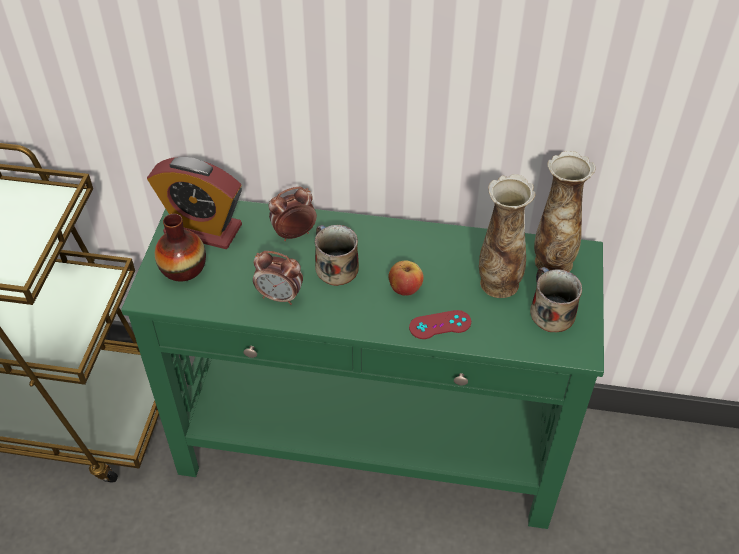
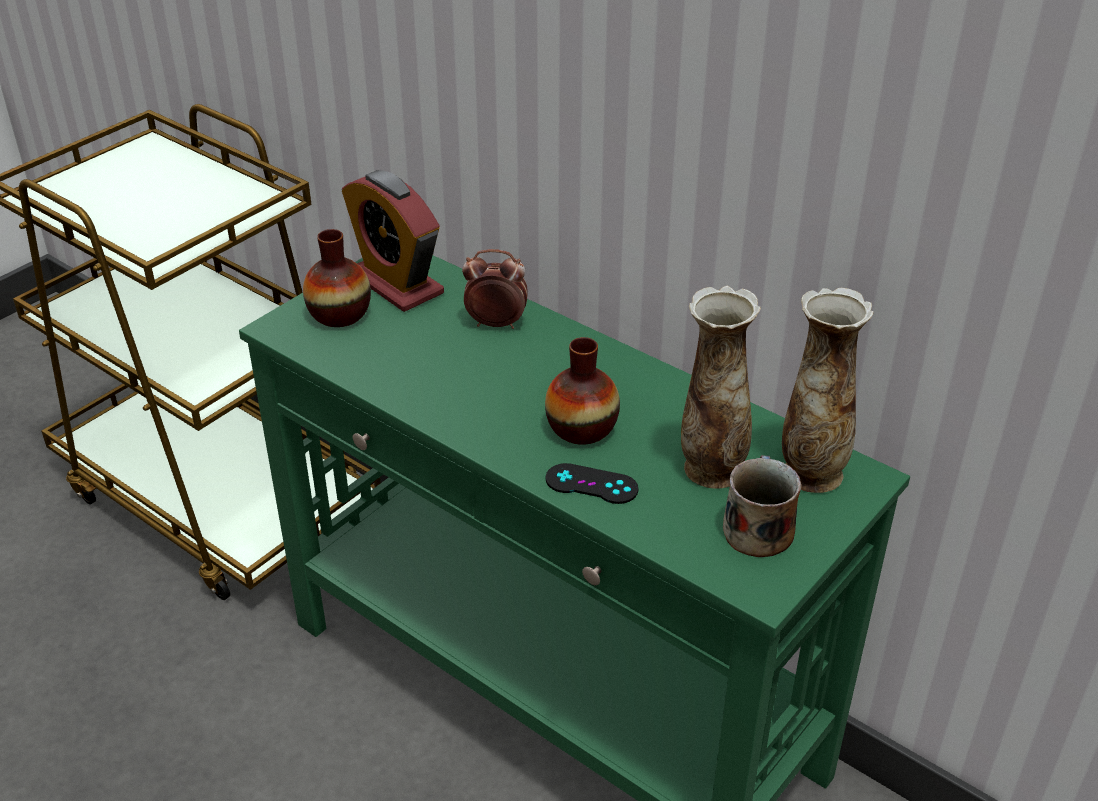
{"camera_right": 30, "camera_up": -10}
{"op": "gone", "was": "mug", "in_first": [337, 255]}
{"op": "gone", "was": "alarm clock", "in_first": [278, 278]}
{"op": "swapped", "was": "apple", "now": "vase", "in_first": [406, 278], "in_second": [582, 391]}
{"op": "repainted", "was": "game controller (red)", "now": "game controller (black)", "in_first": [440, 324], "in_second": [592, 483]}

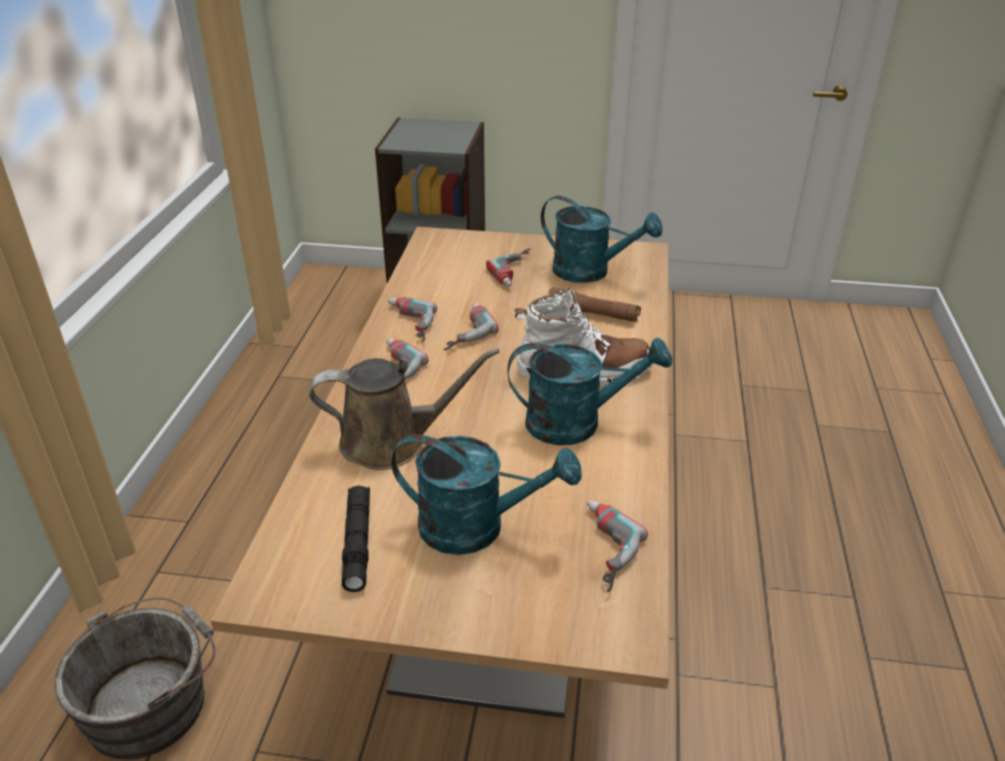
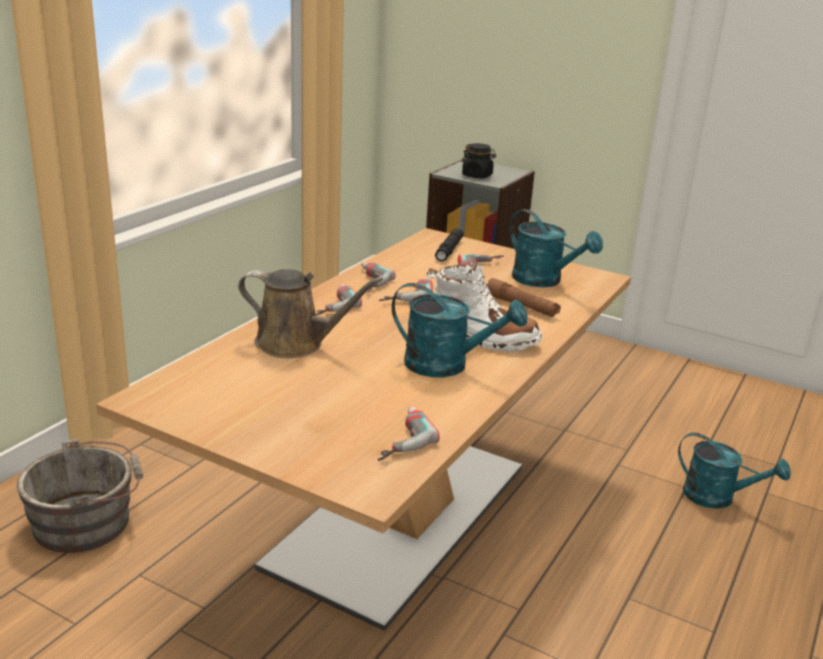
{"camera_right": 20, "camera_up": -10}
{"op": "shifted", "was": "watering can (turquoise)", "in_first": [486, 494], "in_second": [734, 471]}
{"op": "shifted", "was": "flashlight (black)", "in_first": [356, 538], "in_second": [449, 245]}
{"op": "new", "now": "jar (black)", "in_second": [479, 161]}

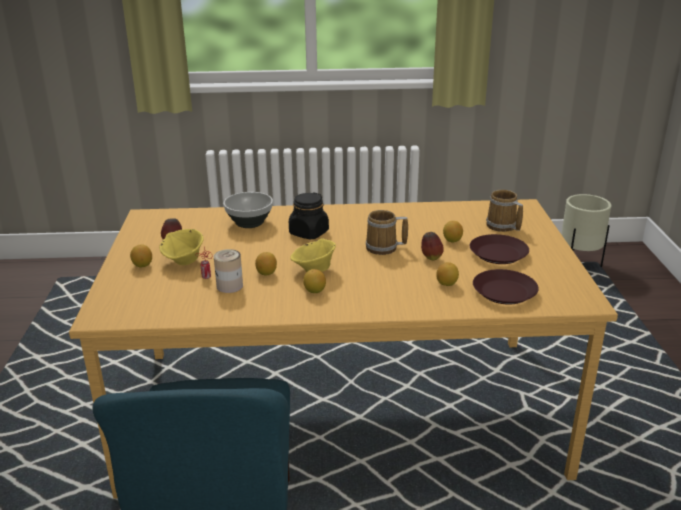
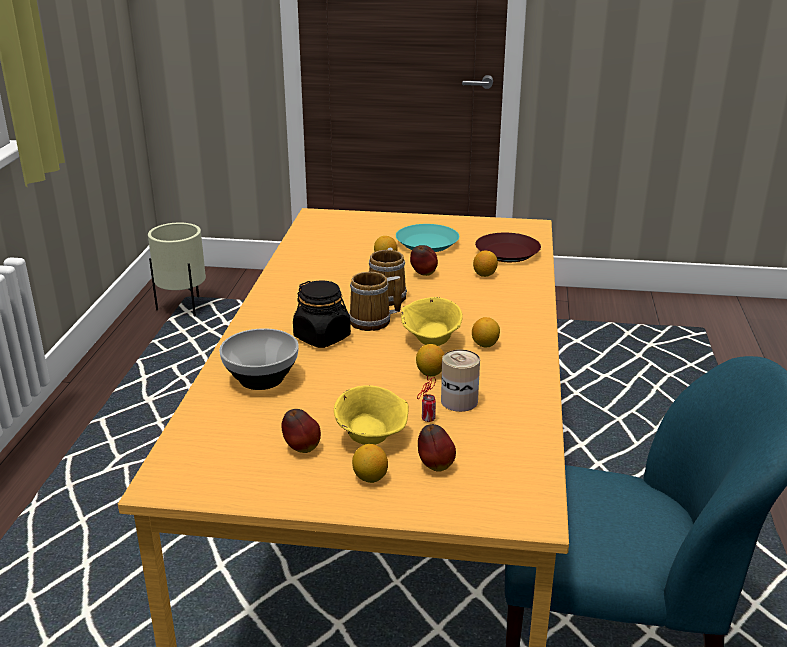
{"camera_right": -80, "camera_up": 0}
{"op": "shifted", "was": "mug", "in_first": [504, 211], "in_second": [375, 301]}
{"op": "repainted", "was": "plate (brown)", "now": "plate (turquoise)", "in_first": [499, 249], "in_second": [427, 238]}
{"op": "new", "now": "apple", "in_second": [437, 448]}

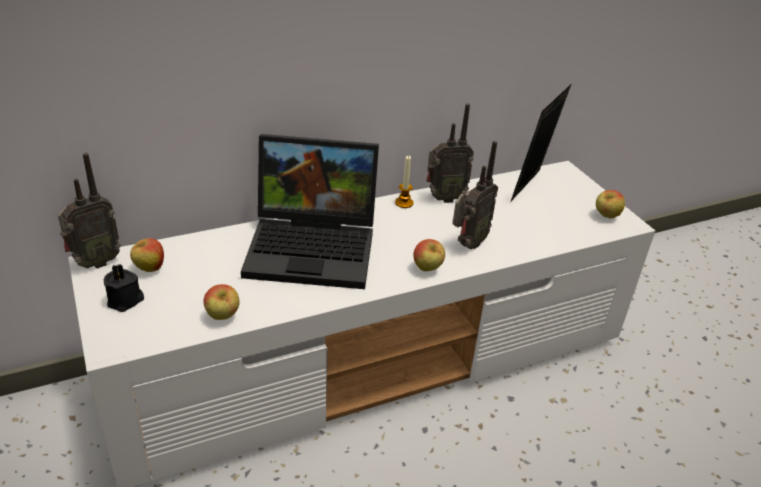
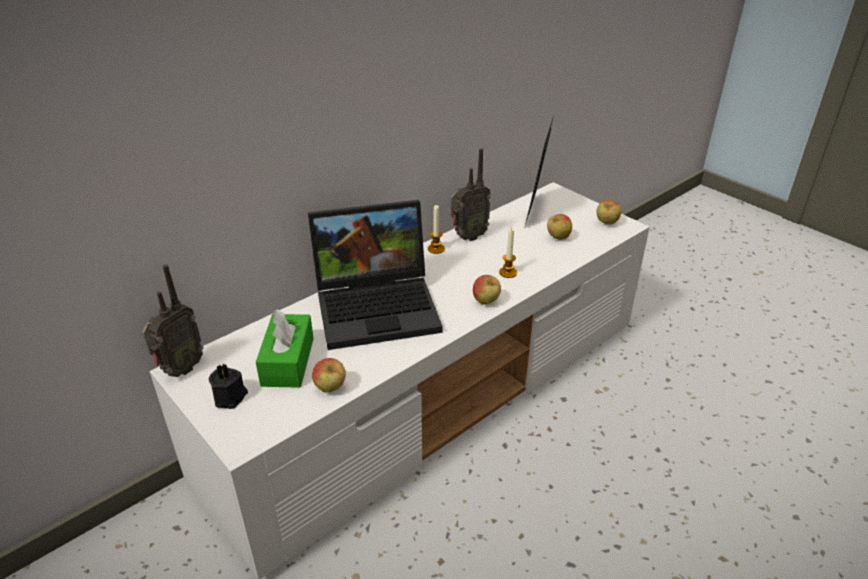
{"camera_right": -15, "camera_up": 0}
{"op": "swapped", "was": "radio", "now": "candle", "in_first": [475, 195], "in_second": [508, 252]}
{"op": "shifted", "was": "apple", "in_first": [147, 255], "in_second": [559, 227]}
{"op": "new", "now": "tissue box (green)", "in_second": [285, 348]}

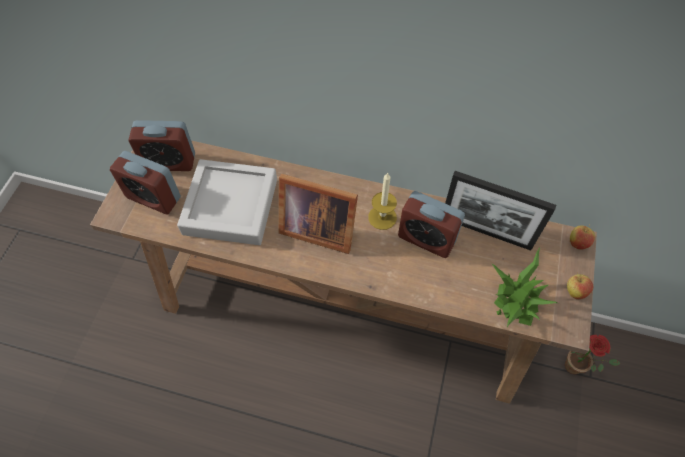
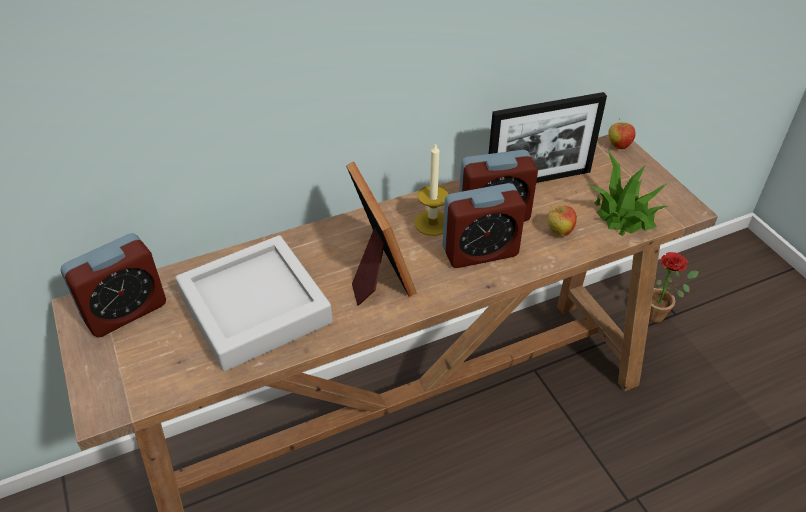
{"camera_right": -40, "camera_up": -15}
{"op": "shifted", "was": "alarm clock", "in_first": [145, 183], "in_second": [484, 225]}
{"op": "rotated", "was": "picture frame", "in_first": [318, 214], "in_second": [381, 234], "clockwise": -90}
{"op": "shifted", "was": "apple", "in_first": [580, 286], "in_second": [562, 220]}

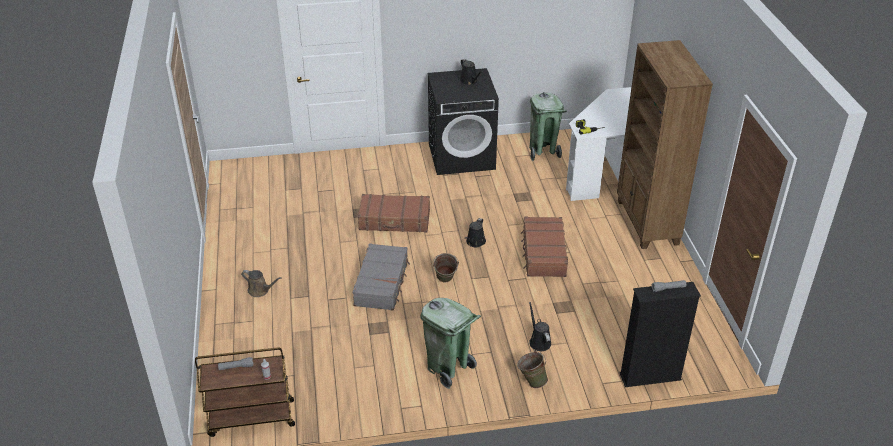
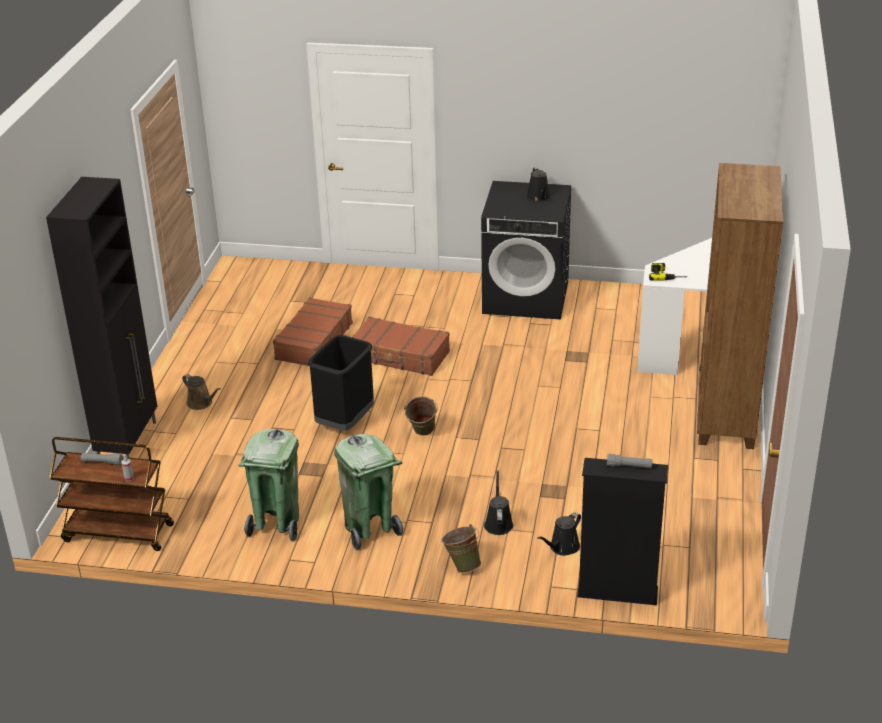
{"camera_right": 20, "camera_up": -5}
{"op": "shifted", "was": "trash can (green)", "in_first": [548, 126], "in_second": [268, 485]}
{"op": "shifted", "was": "suitcase (brown)", "in_first": [544, 247], "in_second": [313, 331]}
{"op": "shifted", "was": "watering can (black)", "in_first": [475, 232], "in_second": [559, 534]}
{"op": "swapped", "was": "suitcase (grey)", "now": "trash can (black)", "in_first": [381, 276], "in_second": [341, 383]}
{"op": "new", "now": "cabinet (black)", "in_second": [101, 317]}

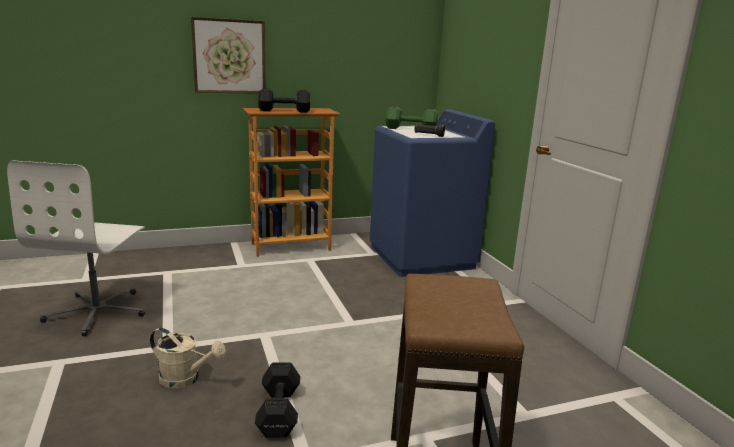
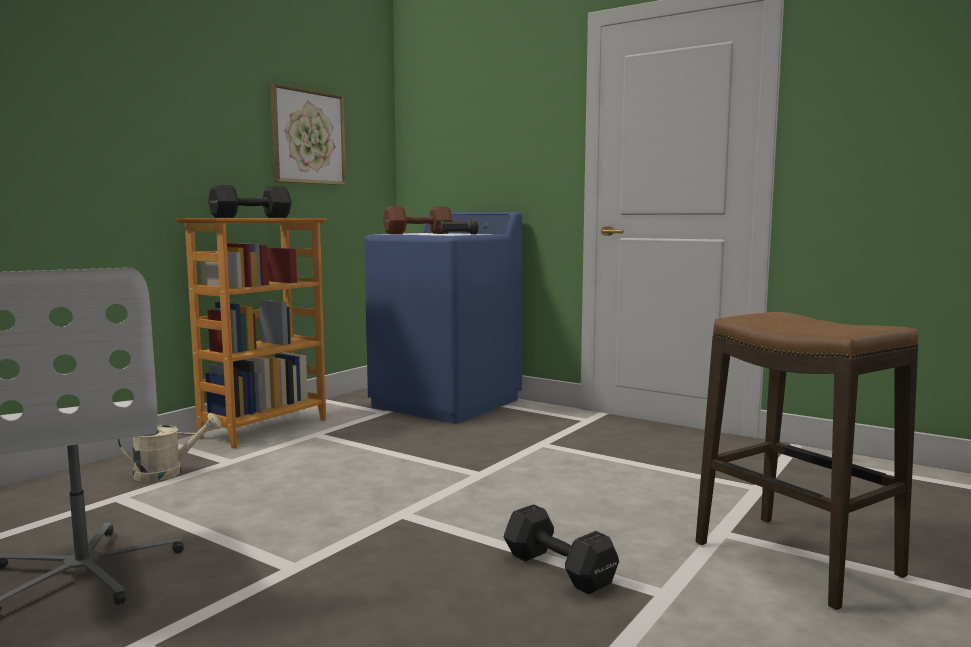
{"camera_right": -35, "camera_up": -10}
{"op": "shifted", "was": "picture", "in_first": [228, 55], "in_second": [308, 134]}
{"op": "repainted", "was": "dumbbell (green)", "now": "dumbbell (brown)", "in_first": [412, 118], "in_second": [418, 220]}
{"op": "shifted", "was": "watering can (beige)", "in_first": [188, 358], "in_second": [169, 447]}

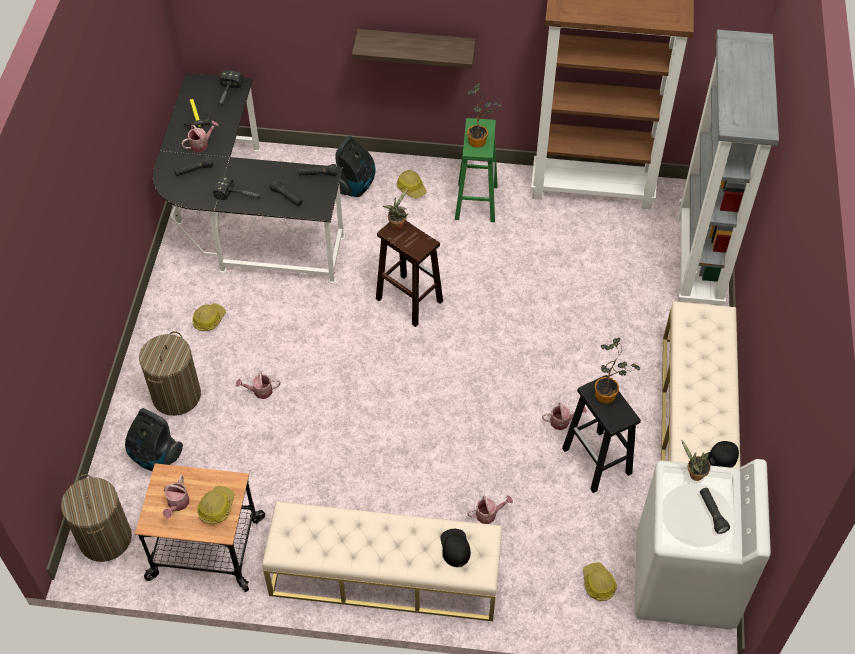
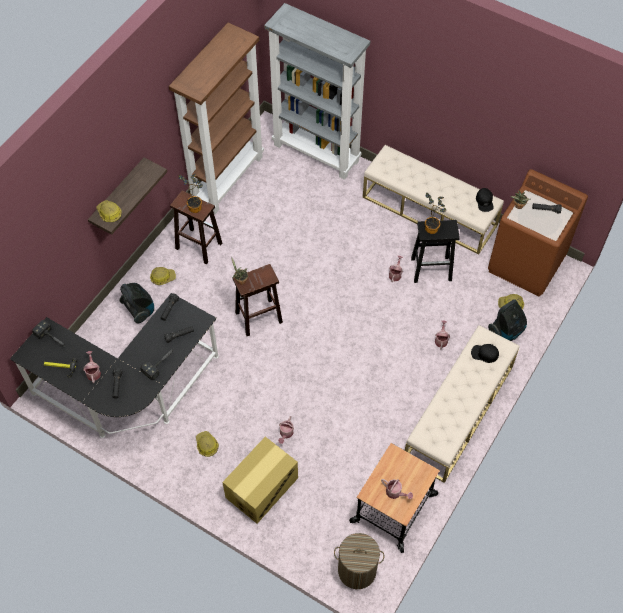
{"camera_right": -65, "camera_up": 5}
{"op": "repainted", "was": "stool (green)", "now": "stool (brown)", "in_first": [476, 170], "in_second": [196, 227]}
{"op": "swapped", "was": "laundry basket", "now": "cardboard box", "in_first": [170, 373], "in_second": [260, 480]}
{"op": "shifted", "was": "vacuum cleaner", "in_first": [154, 439], "in_second": [507, 320]}
{"op": "repainted", "was": "washing machine (white)", "now": "washing machine (brown)", "in_first": [703, 544], "in_second": [538, 232]}
{"op": "shifted", "was": "hard hat", "in_first": [216, 505], "in_second": [109, 211]}

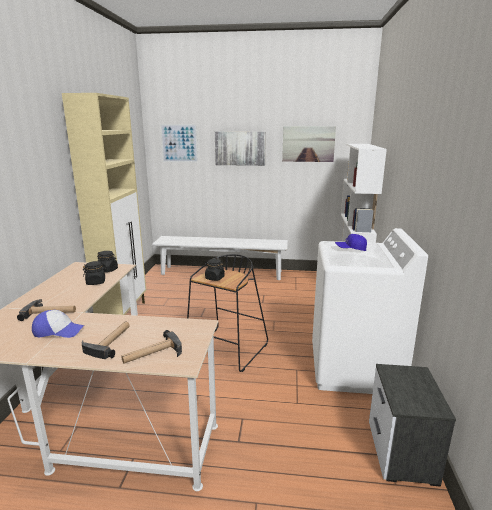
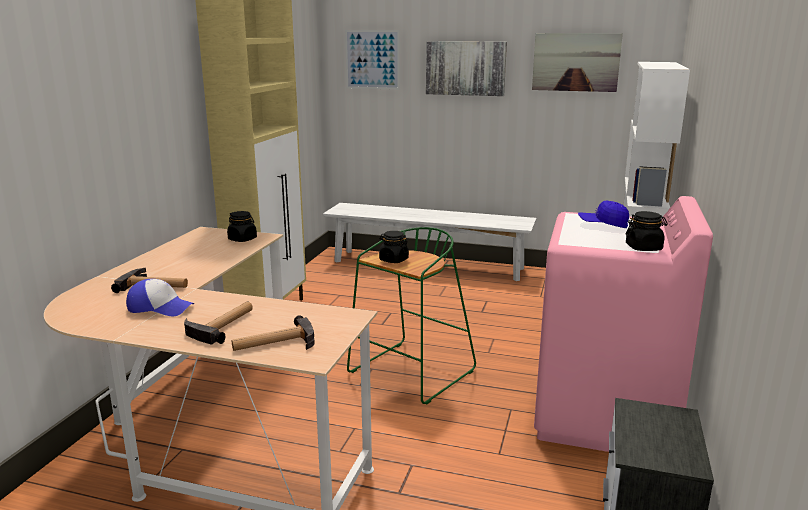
{"camera_right": 10, "camera_up": 0}
{"op": "repainted", "was": "washing machine (white)", "now": "washing machine (pink)", "in_first": [370, 311], "in_second": [623, 324]}
{"op": "repainted", "was": "stool (black)", "now": "stool (green)", "in_first": [227, 313], "in_second": [411, 315]}
{"op": "shifted", "was": "jar (black)", "in_first": [95, 273], "in_second": [647, 231]}

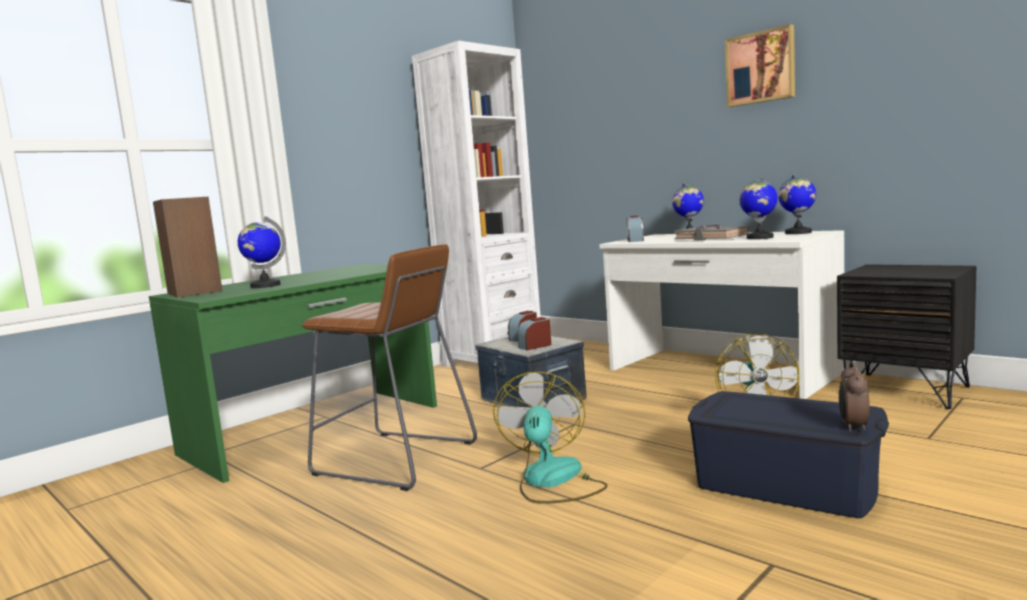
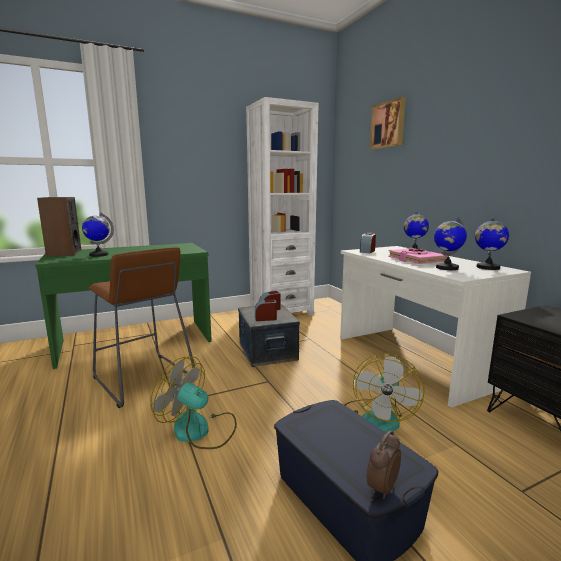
{"camera_right": 20, "camera_up": 5}
{"op": "shifted", "was": "picture", "in_first": [760, 65], "in_second": [388, 123]}
{"op": "repainted", "was": "book (grey)", "now": "book (pink)", "in_first": [712, 232], "in_second": [418, 256]}
{"op": "rotated", "was": "fan", "in_first": [550, 438], "in_second": [193, 402], "clockwise": -90}

